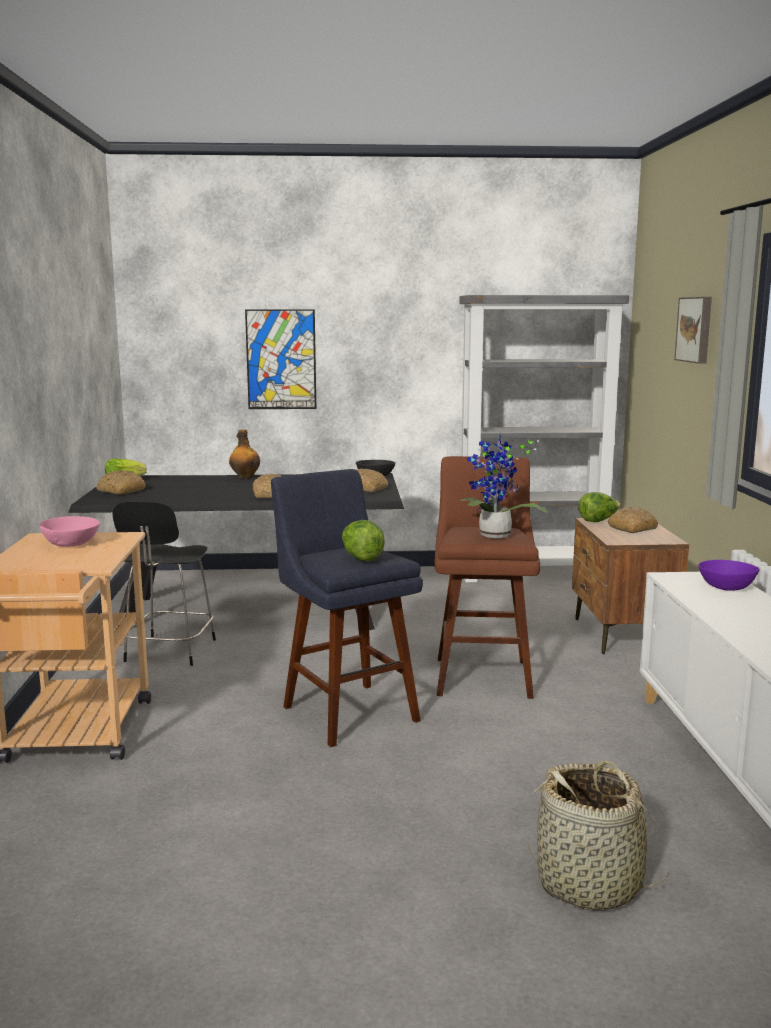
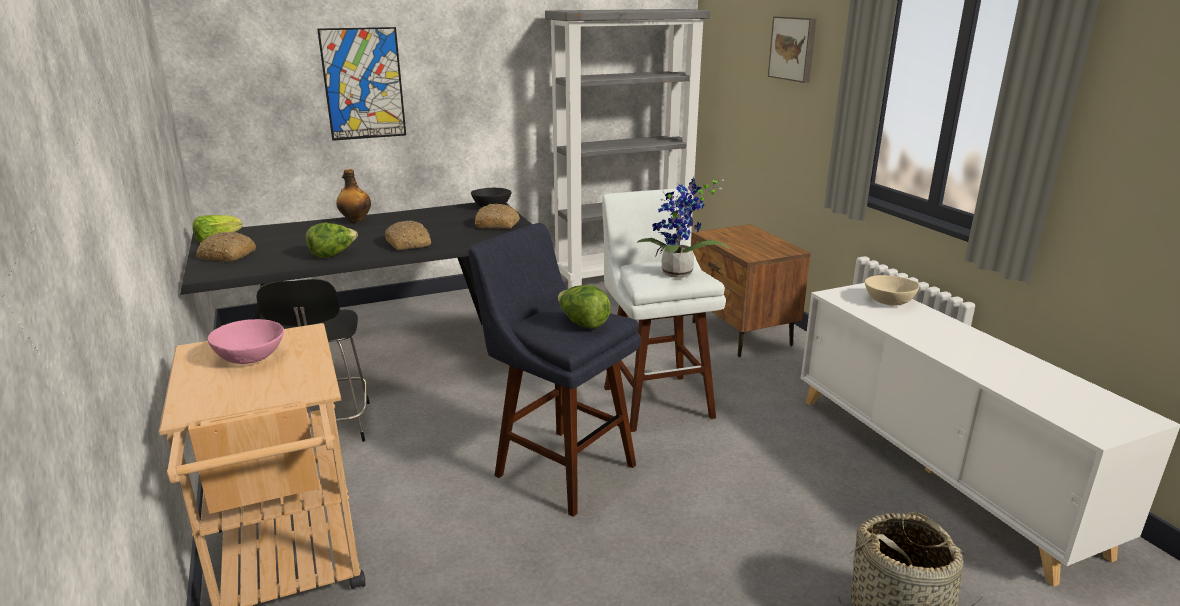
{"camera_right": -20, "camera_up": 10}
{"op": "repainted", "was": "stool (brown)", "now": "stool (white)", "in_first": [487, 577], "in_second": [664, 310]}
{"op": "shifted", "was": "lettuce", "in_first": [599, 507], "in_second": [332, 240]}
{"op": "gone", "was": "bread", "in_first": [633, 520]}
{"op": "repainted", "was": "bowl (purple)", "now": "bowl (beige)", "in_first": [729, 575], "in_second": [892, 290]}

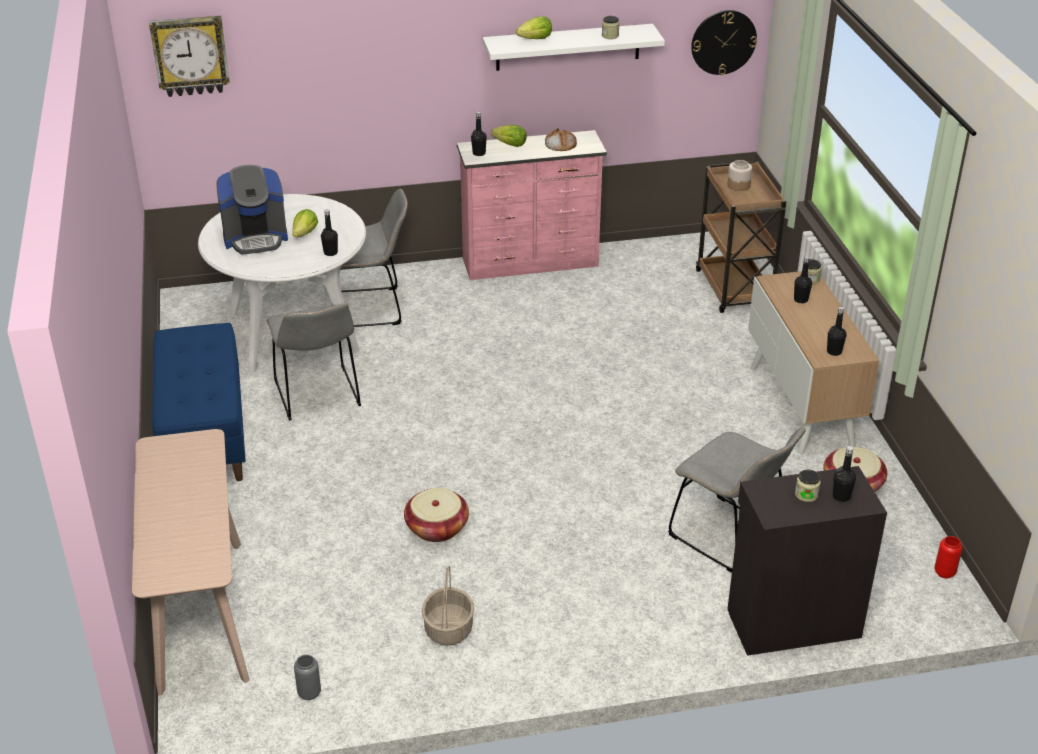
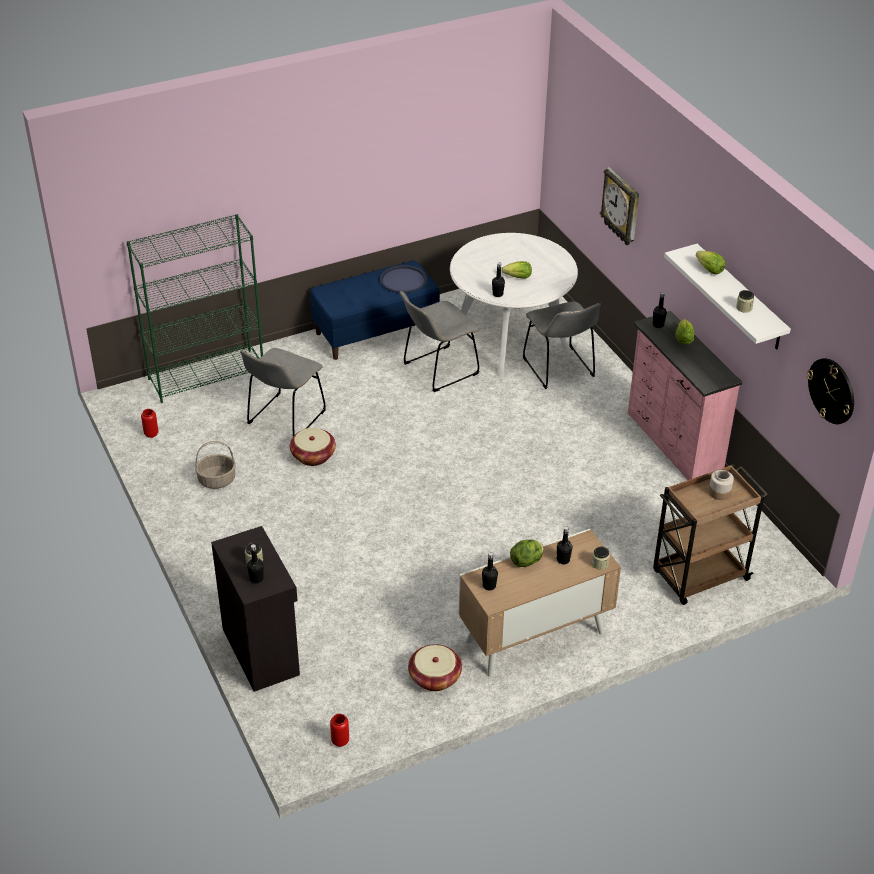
{"camera_right": 75, "camera_up": 5}
{"op": "shifted", "was": "wall clock", "in_first": [189, 56], "in_second": [619, 206]}
{"op": "gone", "was": "bread", "in_first": [561, 139]}
{"op": "gone", "was": "coffee machine", "in_first": [252, 210]}
{"op": "shifted", "was": "chair (grey)", "in_first": [737, 500], "in_second": [283, 392]}
{"op": "swapped", "was": "console table (beige)", "now": "bookcase (green)", "in_first": [191, 562], "in_second": [195, 308]}
{"op": "repainted", "was": "vase (grey)", "now": "vase (red)", "in_first": [307, 677], "in_second": [149, 423]}
{"op": "new", "now": "tray (blue)", "in_second": [403, 279]}
{"op": "new", "now": "lettuce", "in_second": [527, 553]}

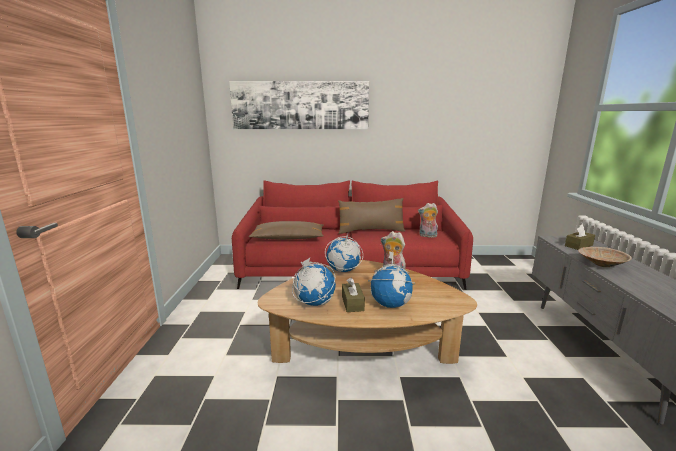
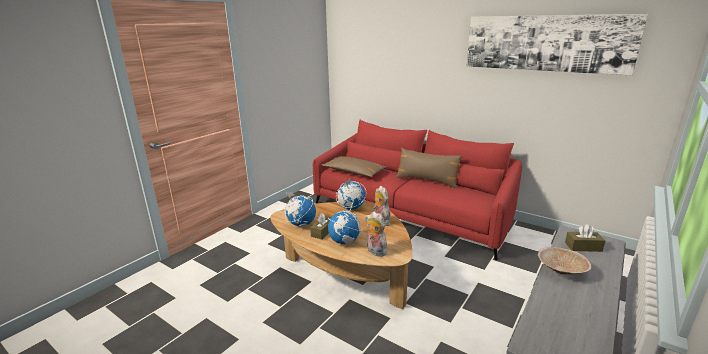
{"camera_right": 35, "camera_up": 5}
{"op": "shifted", "was": "picture", "in_first": [299, 105], "in_second": [557, 45]}
{"op": "shifted", "was": "plush toy", "in_first": [428, 220], "in_second": [376, 234]}

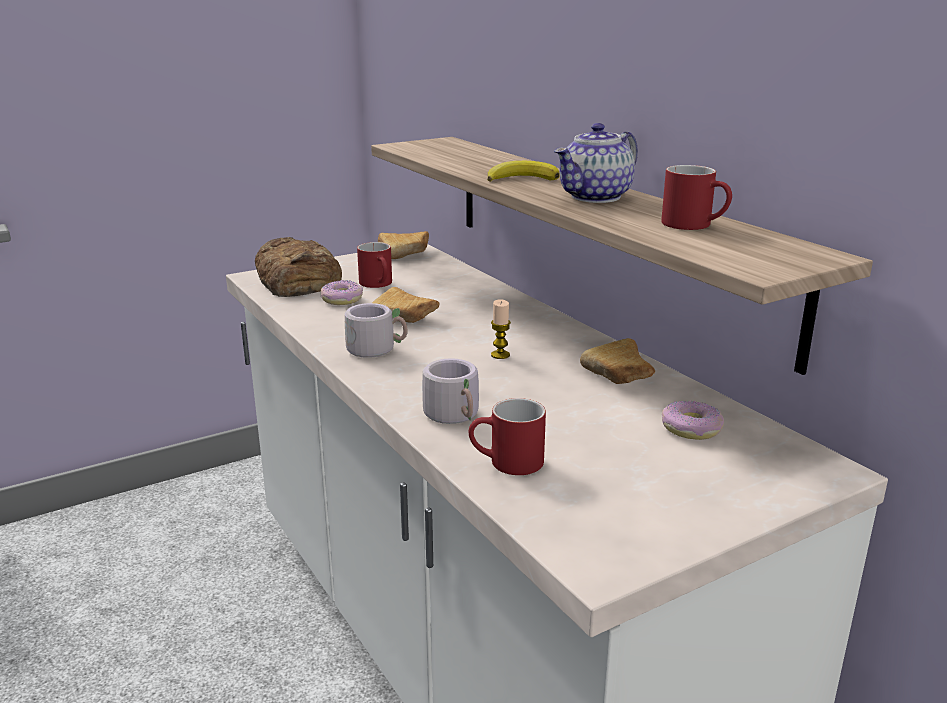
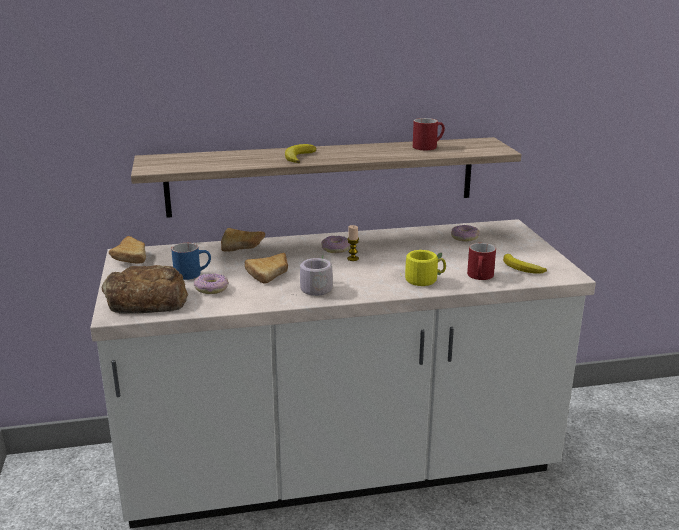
{"camera_right": -70, "camera_up": 0}
{"op": "gone", "was": "teapot", "in_first": [596, 163]}
{"op": "repainted", "was": "mug (red)", "now": "mug (blue)", "in_first": [374, 265], "in_second": [191, 261]}
{"op": "shifted", "was": "bread", "in_first": [617, 361], "in_second": [243, 239]}
{"op": "repainted", "was": "mug (grey)", "now": "mug (yellow)", "in_first": [450, 391], "in_second": [423, 268]}
{"op": "new", "now": "donut", "in_second": [335, 244]}
{"op": "new", "now": "banana", "in_second": [525, 264]}

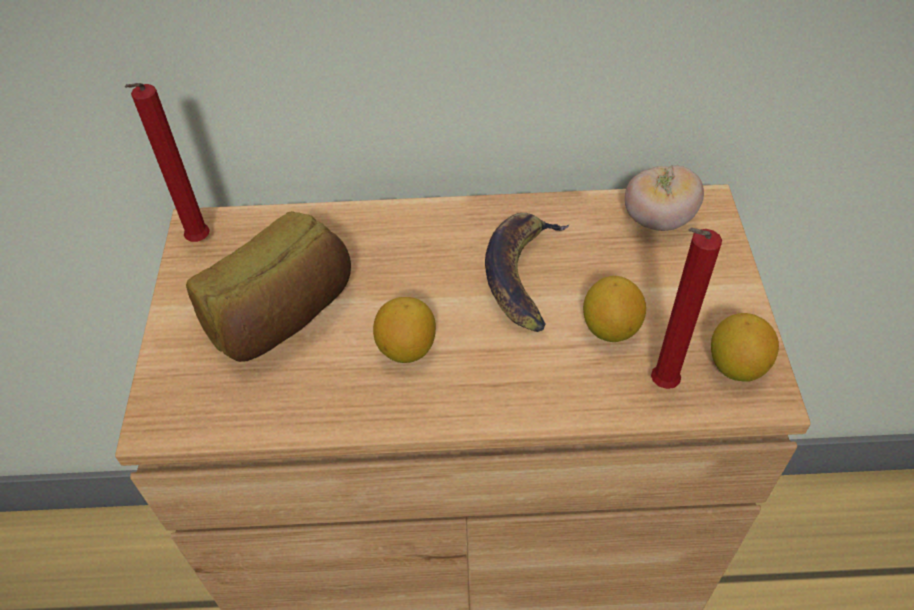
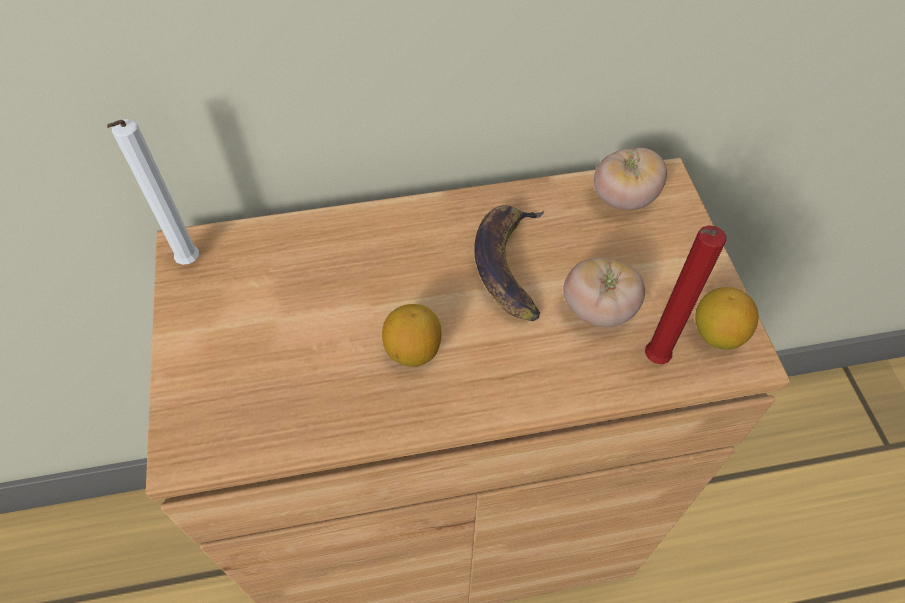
{"camera_right": -10, "camera_up": 5}
{"op": "repainted", "was": "candle (red)", "now": "candle (white)", "in_first": [167, 162], "in_second": [153, 192]}
{"op": "gone", "was": "bread", "in_first": [268, 286]}
{"op": "swapped", "was": "lemon", "now": "tomato", "in_first": [614, 309], "in_second": [604, 292]}

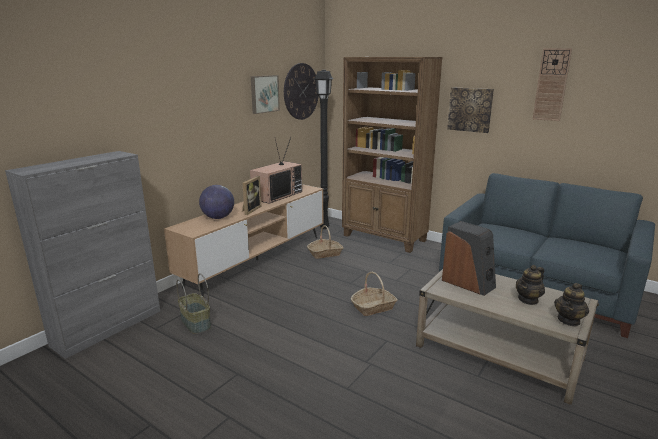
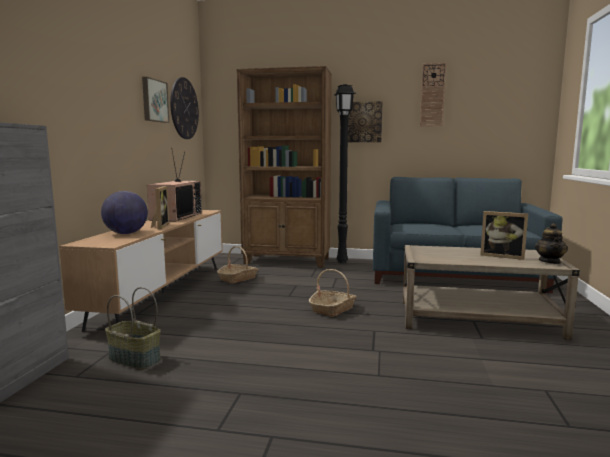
{"camera_right": -25, "camera_up": -10}
{"op": "shifted", "was": "floor lamp (black)", "in_first": [324, 149], "in_second": [345, 173]}
{"op": "gone", "was": "speaker", "in_first": [469, 258]}
{"op": "swapped", "was": "teapot", "now": "picture frame", "in_first": [530, 285], "in_second": [504, 235]}

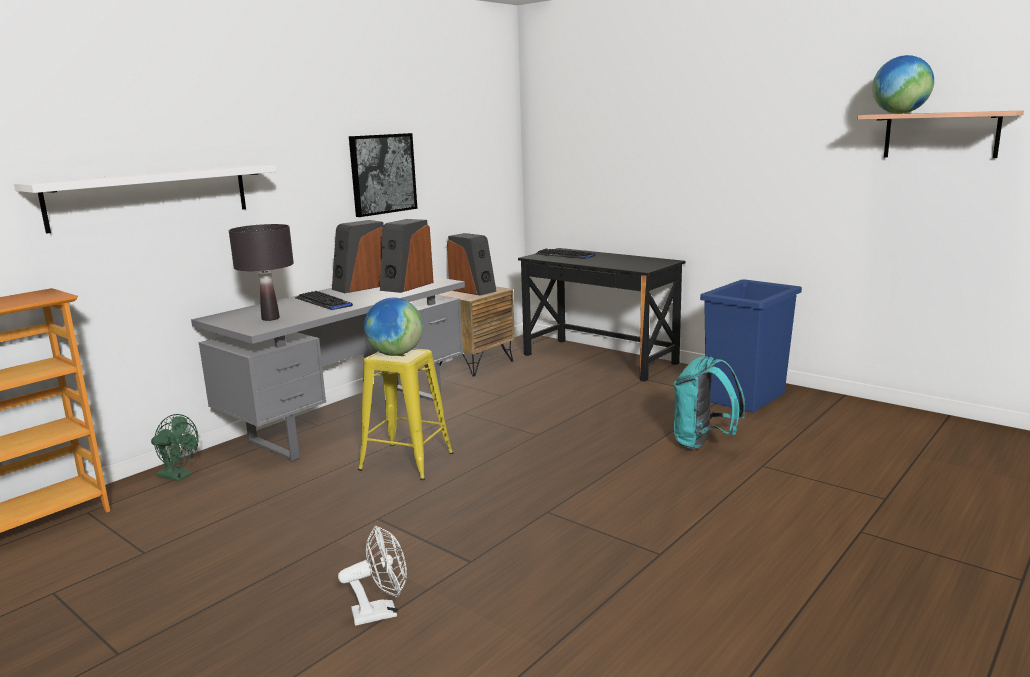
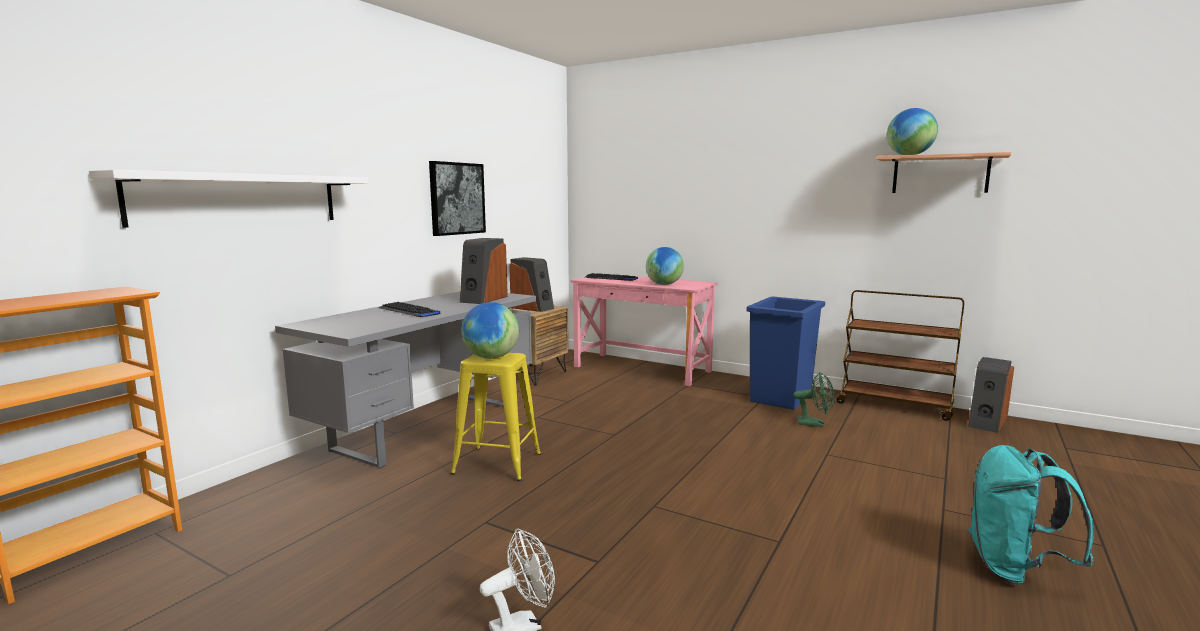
{"camera_right": -10, "camera_up": -5}
{"op": "shifted", "was": "speaker", "in_first": [358, 256], "in_second": [991, 395]}
{"op": "gone", "was": "table lamp (black)", "in_first": [261, 272]}
{"op": "repainted", "was": "desk (black)", "now": "desk (pink)", "in_first": [602, 314], "in_second": [644, 331]}
{"op": "shifted", "was": "backpack (turquoise)", "in_first": [709, 403], "in_second": [1031, 515]}
{"op": "shifted", "was": "fan (green)", "in_first": [174, 447], "in_second": [813, 399]}
{"op": "new", "now": "globe", "in_second": [665, 266]}
{"op": "new", "now": "cart (brown)", "in_second": [900, 355]}

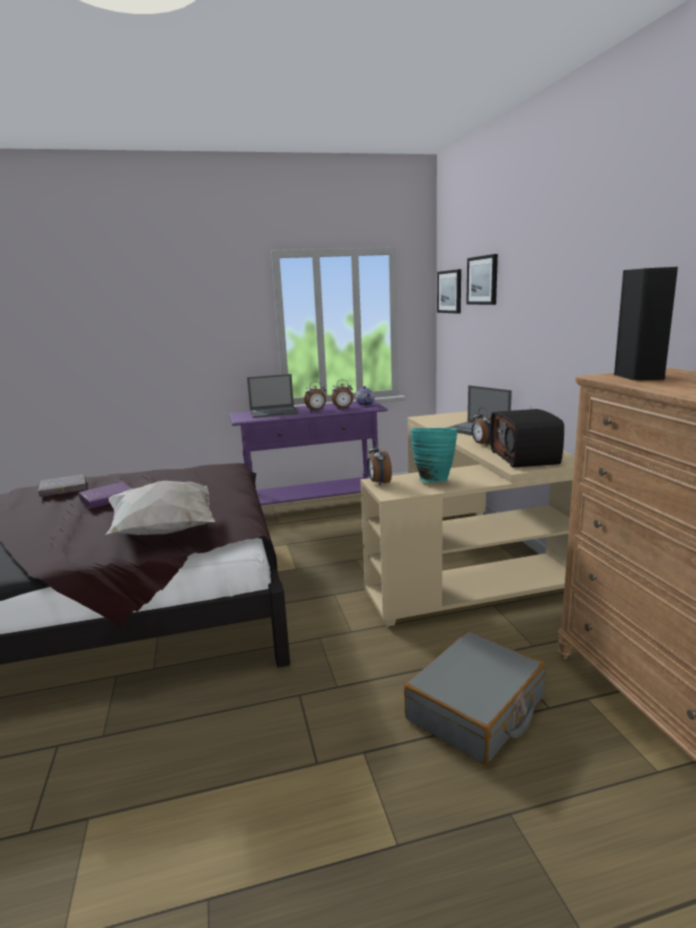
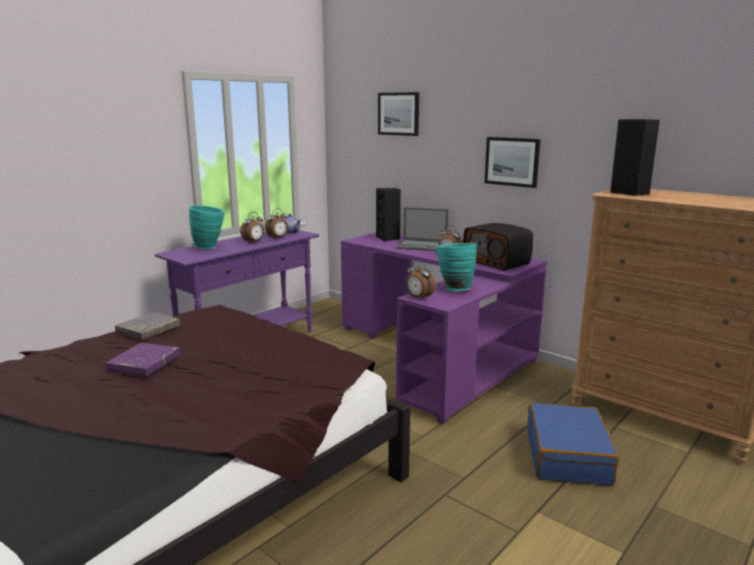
{"camera_right": -35, "camera_up": 0}
{"op": "shifted", "was": "picture", "in_first": [449, 291], "in_second": [512, 162]}
{"op": "swapped", "was": "laptop", "now": "vase (turquoise)", "in_first": [273, 396], "in_second": [207, 227]}
{"op": "repainted", "was": "desk (beige)", "now": "desk (purple)", "in_first": [467, 519], "in_second": [444, 328]}
{"op": "shifted", "was": "book (grey)", "in_first": [62, 485], "in_second": [147, 326]}
{"op": "gone", "was": "pillow (white)", "in_first": [160, 508]}
{"op": "repainted", "was": "suitcase (grey)", "now": "suitcase (blue)", "in_first": [475, 698], "in_second": [573, 444]}
{"op": "new", "now": "speaker (black)", "in_second": [388, 214]}

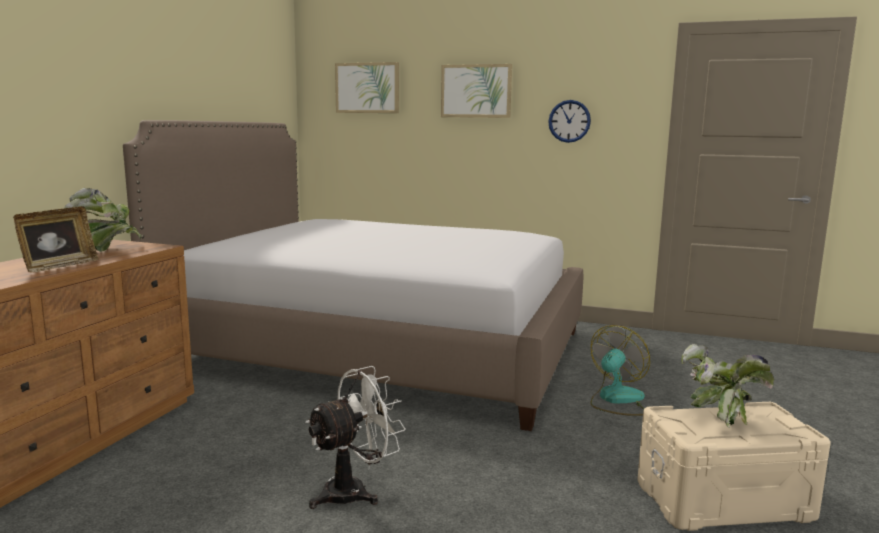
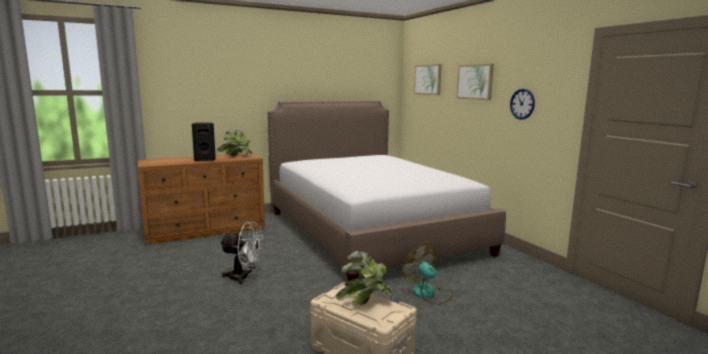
{"camera_right": 45, "camera_up": 0}
{"op": "swapped", "was": "picture frame", "now": "speaker (black)", "in_first": [56, 239], "in_second": [204, 142]}
{"op": "rotated", "was": "fan", "in_first": [620, 370], "in_second": [427, 275], "clockwise": -120}

